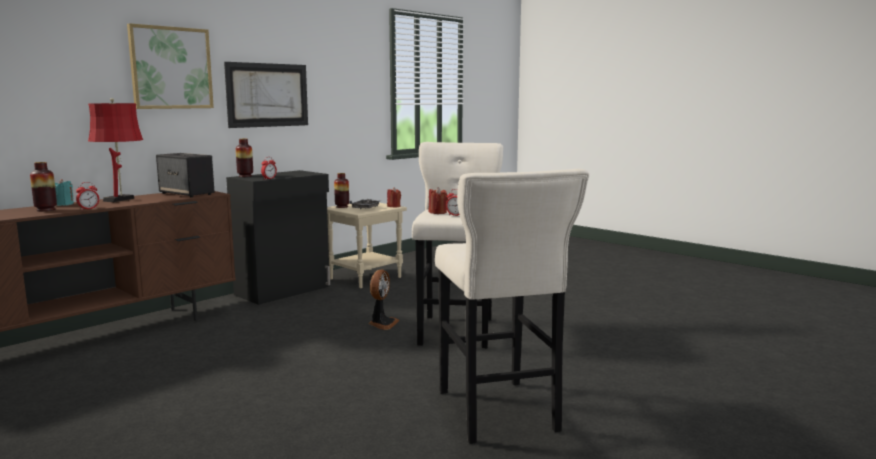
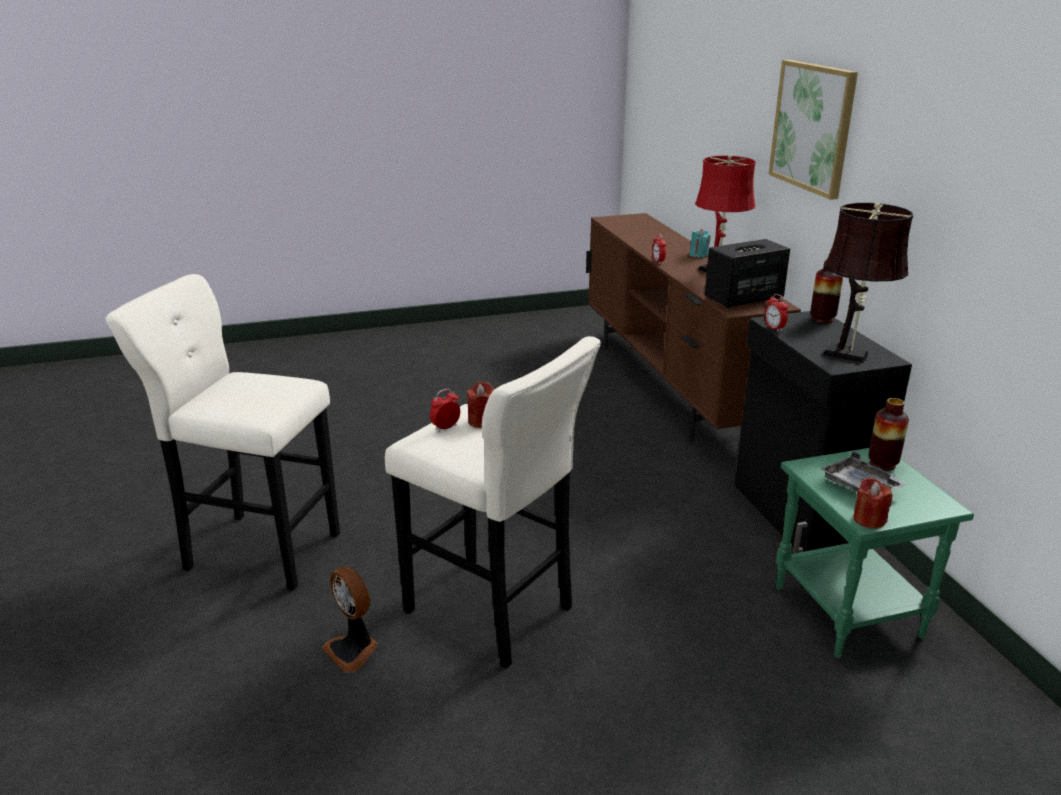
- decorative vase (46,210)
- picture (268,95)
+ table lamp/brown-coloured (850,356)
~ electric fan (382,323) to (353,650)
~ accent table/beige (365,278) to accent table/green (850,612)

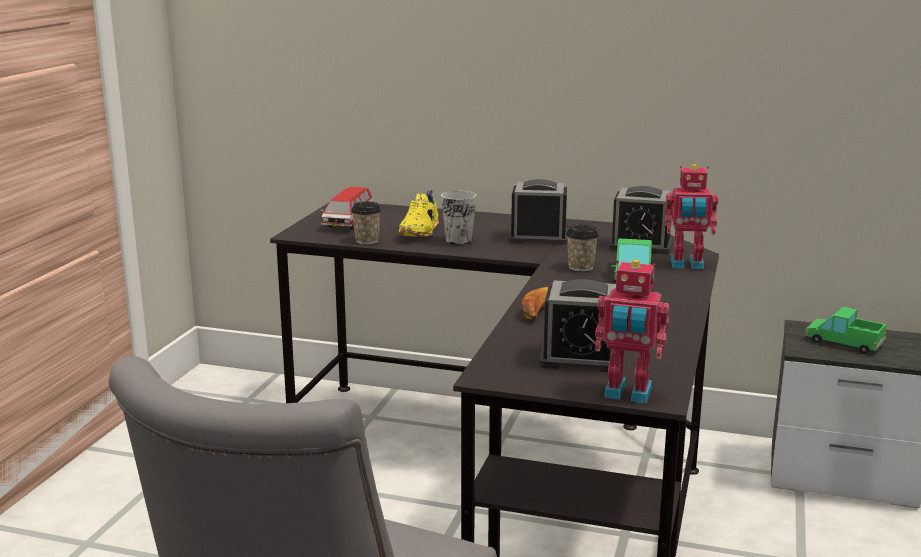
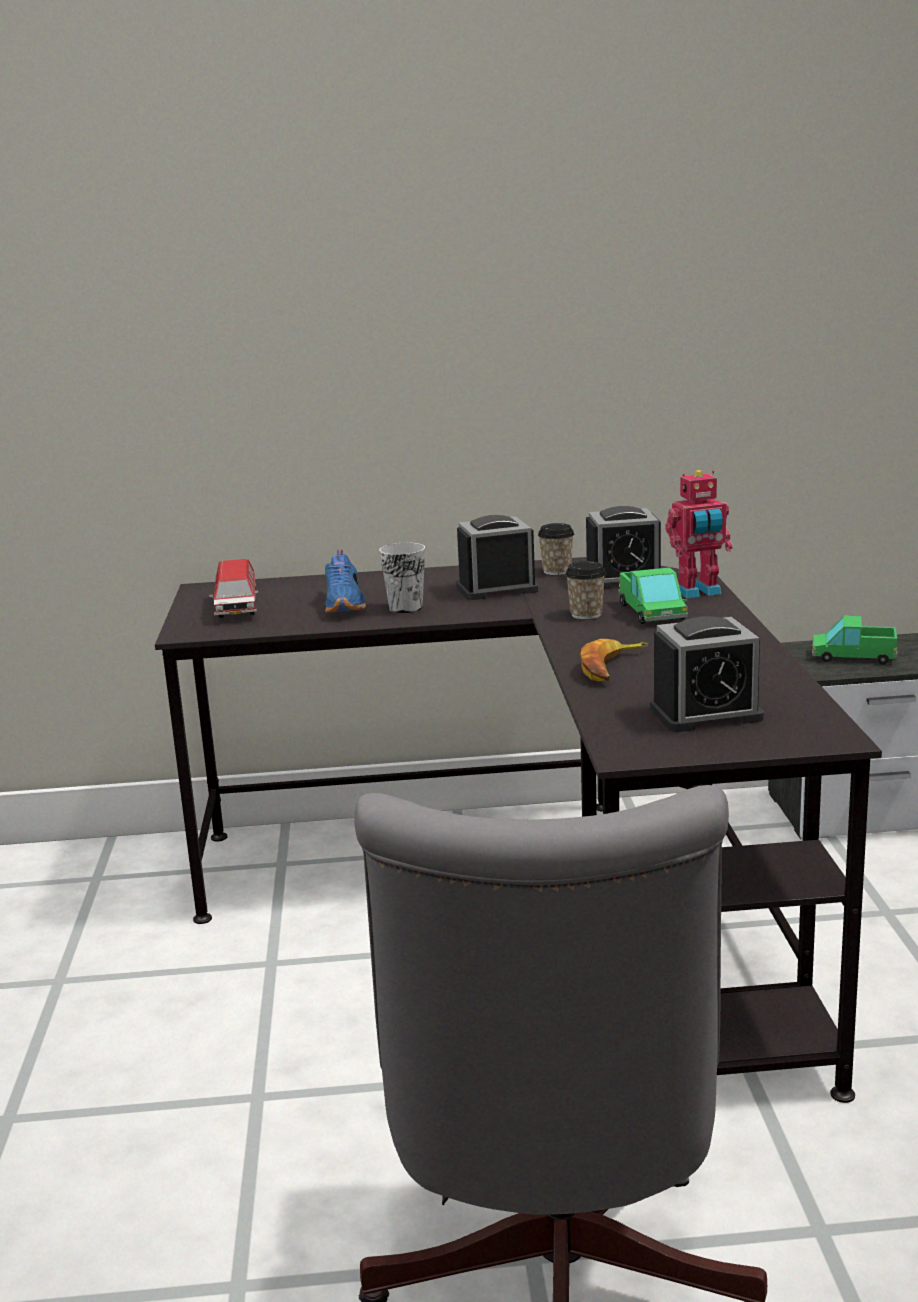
- robot figure (627,394)
~ small cup (367,241) to (557,571)
~ low shoe/yellow-coloured (421,232) to low shoe/blue-coloured (345,605)

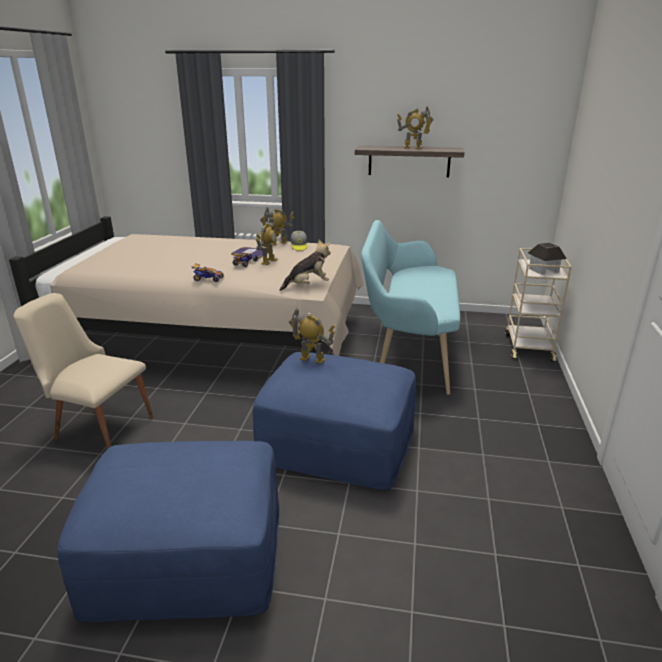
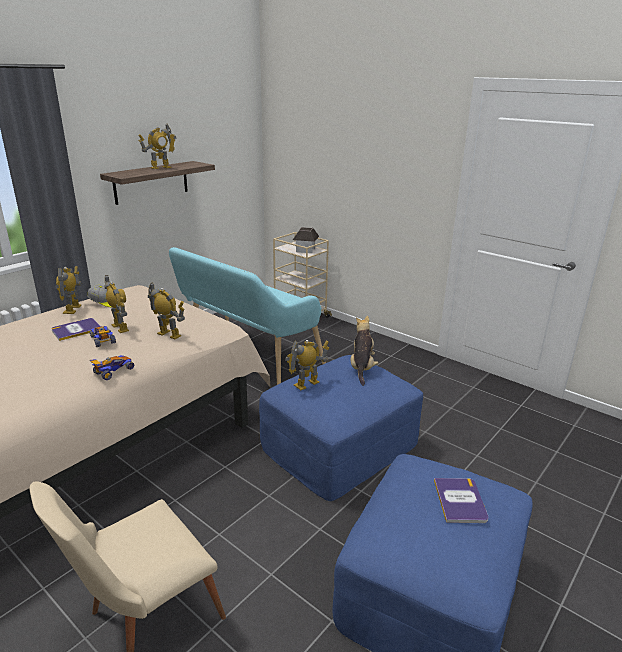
+ robot figure (169,334)
+ book (460,501)
~ plush toy (308,285) to (362,368)

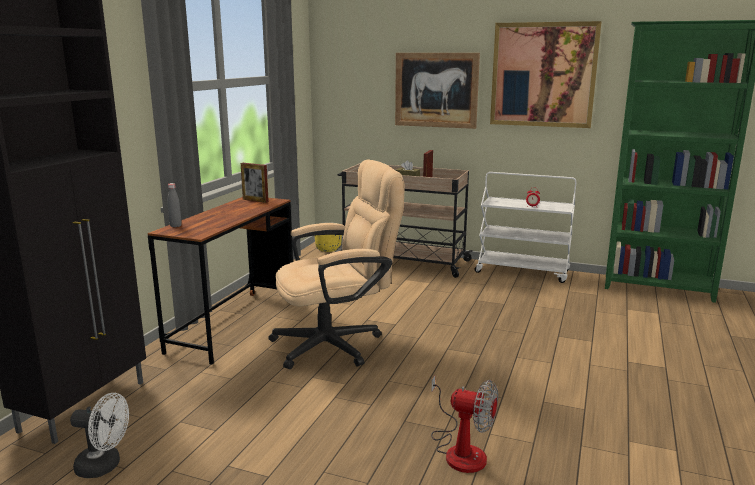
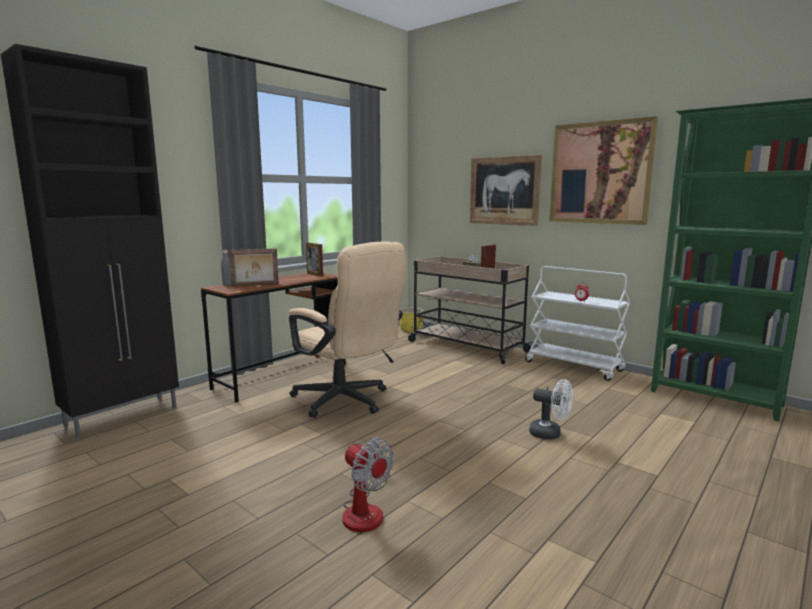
+ picture frame (255,285)
~ electric fan/whitish (104,466) to (550,434)
~ computer chair/beige (337,344) = (347,402) 45 degrees clockwise

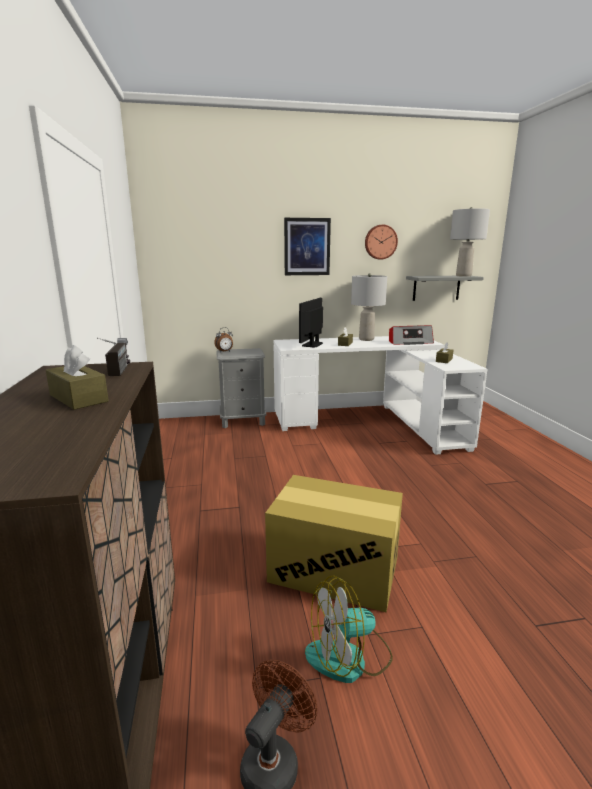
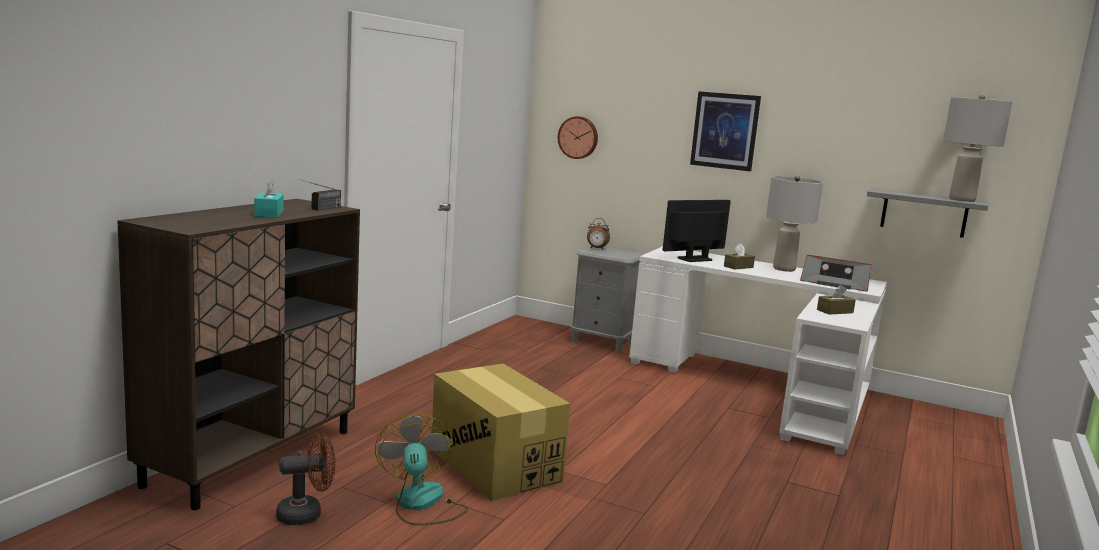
~ clock on the wall (380,242) to (578,137)
~ tissue box/brown-coloured (78,398) to tissue box/turquoise (269,213)
~ electric fan (349,657) = (421,504) 60 degrees clockwise

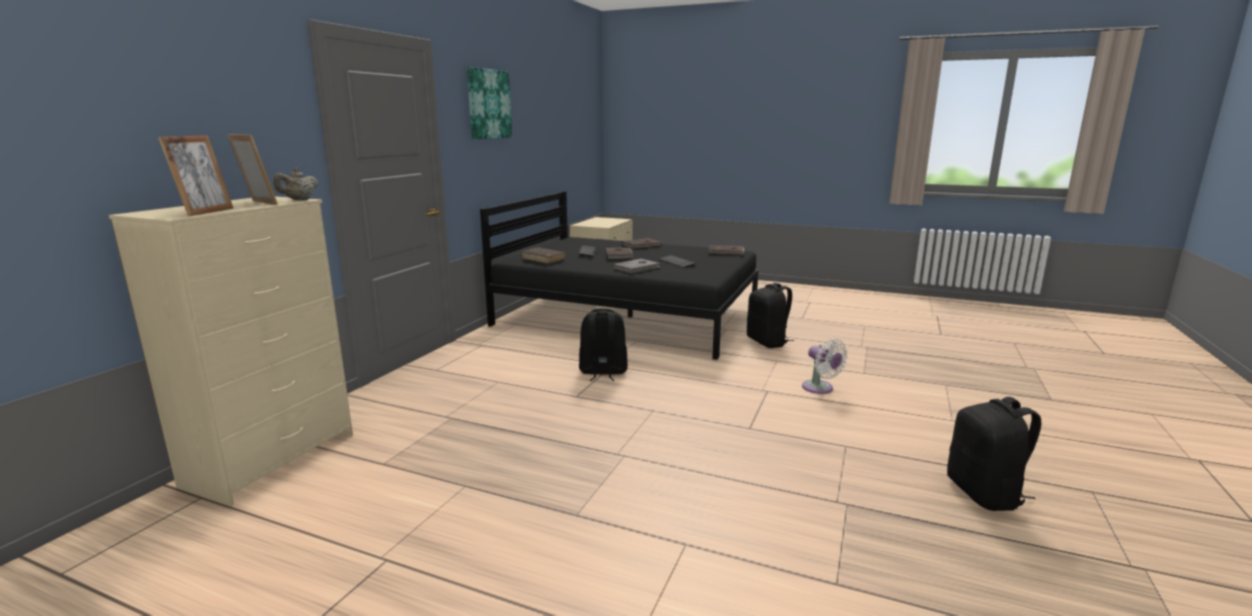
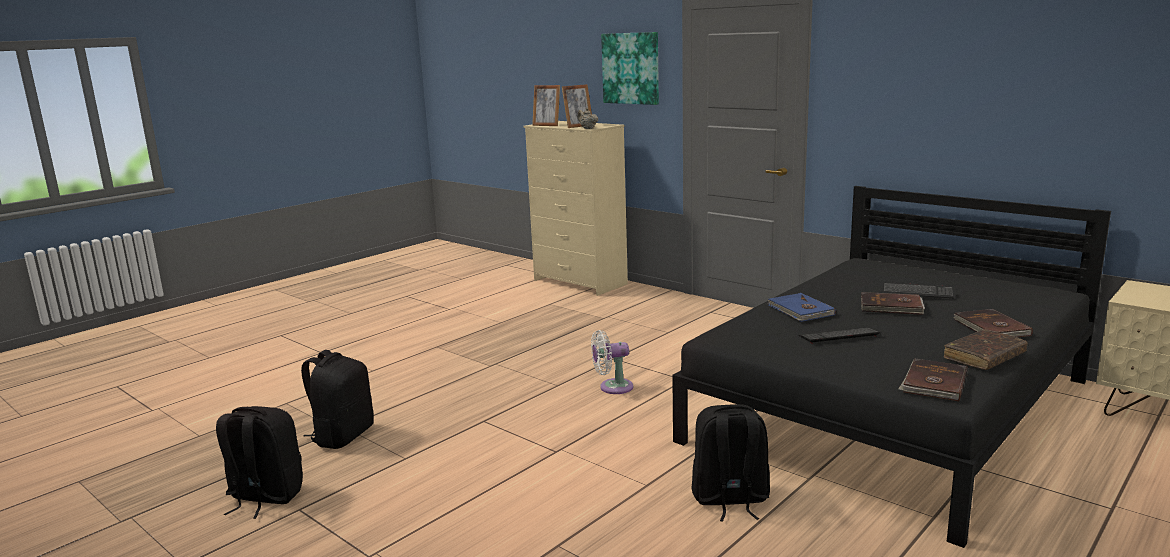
~ picture (488,104) to (631,68)
~ book/brown-coloured (543,260) to (984,357)
~ rucksack/blackish (602,372) to (342,436)
~ electric fan/whitish (820,389) to (612,387)
~ book/grey (637,268) to book/blue-coloured (800,310)

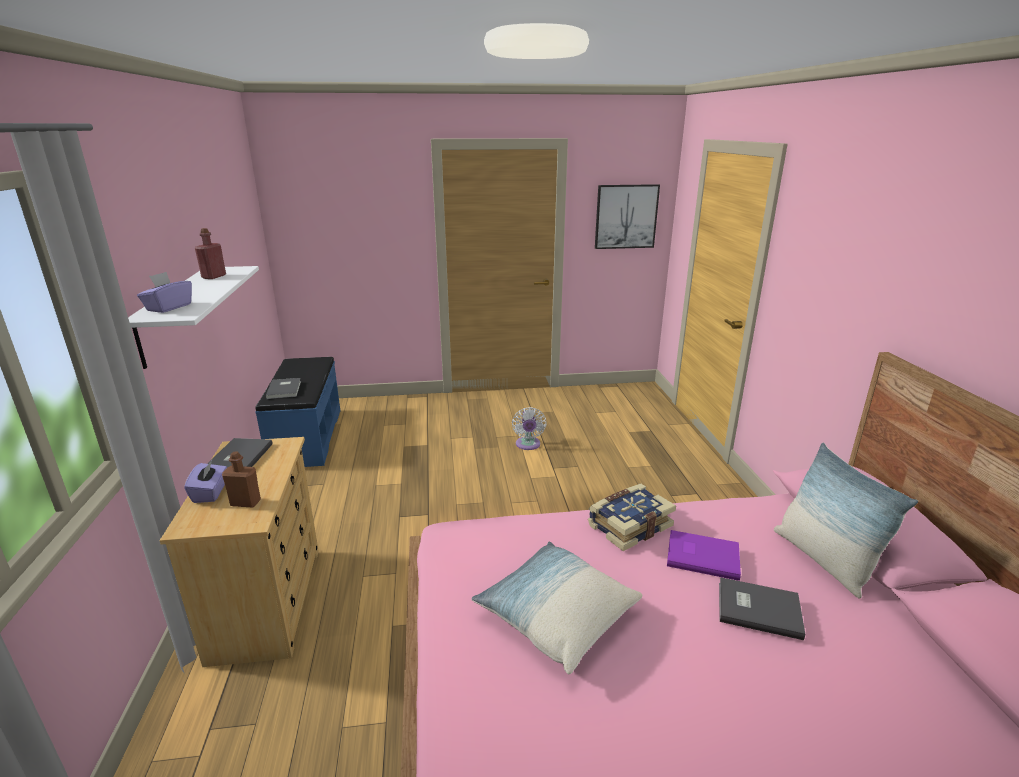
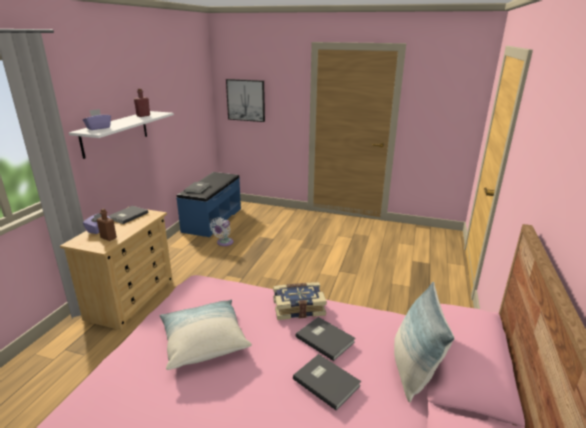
~ electric fan/whitish (528,445) to (224,243)
~ picture (626,216) to (246,100)
~ book/purple-coloured (701,555) to book/grey (325,338)

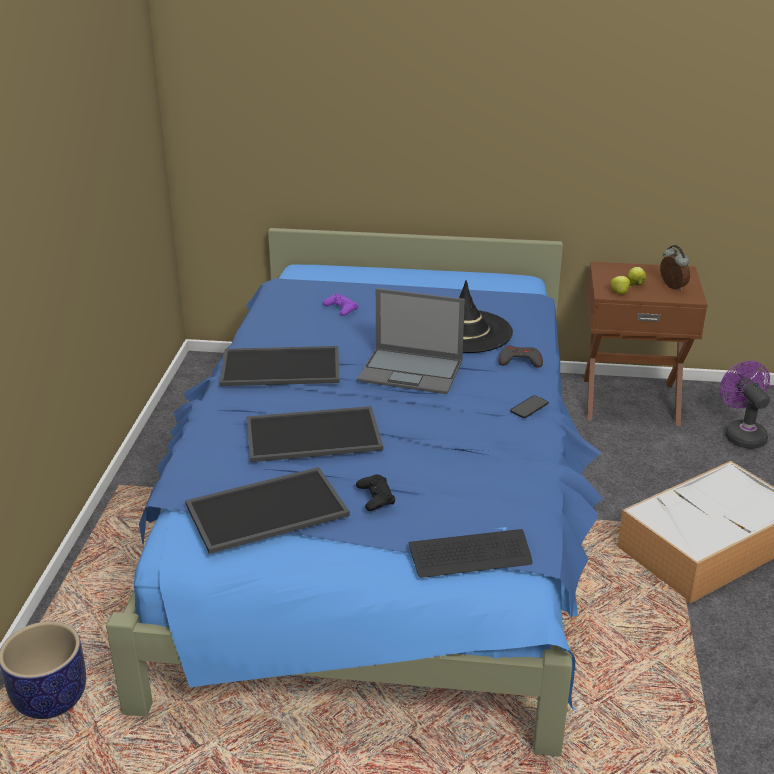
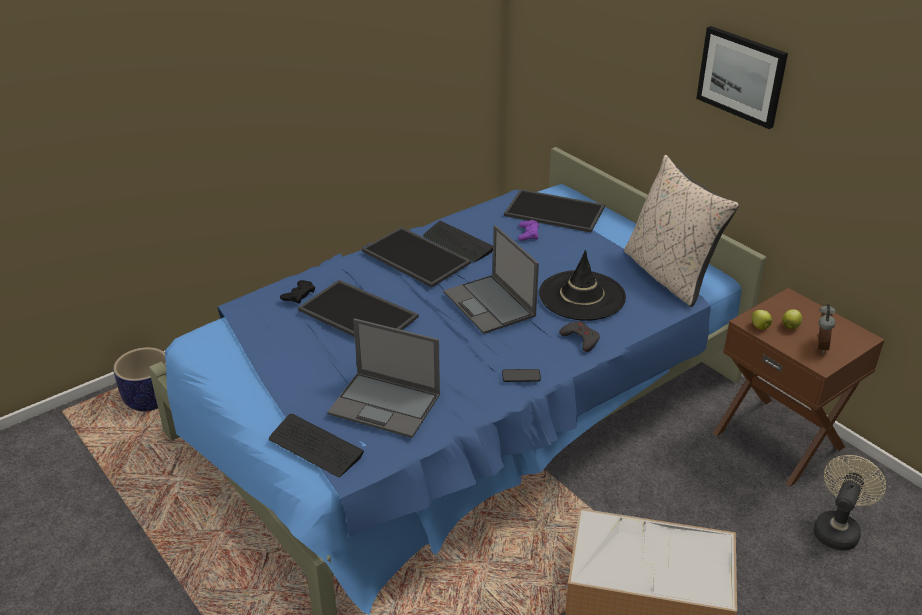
+ notebook computer (386,404)
+ PC keyboard (458,243)
+ cushion/beige (669,275)
+ picture (741,76)
~ serving tray (267,508) to (556,211)
~ joypad/blackish (375,497) to (298,295)
~ electric fan/purple-coloured (741,434) to electric fan/beige (837,528)

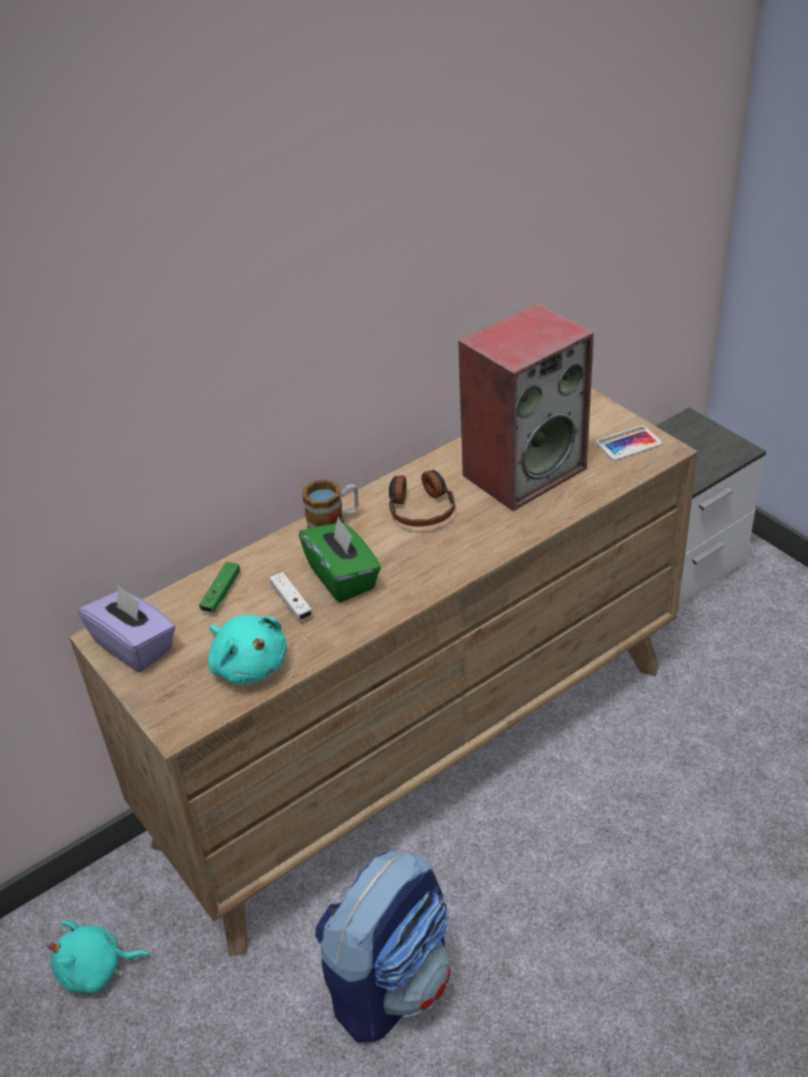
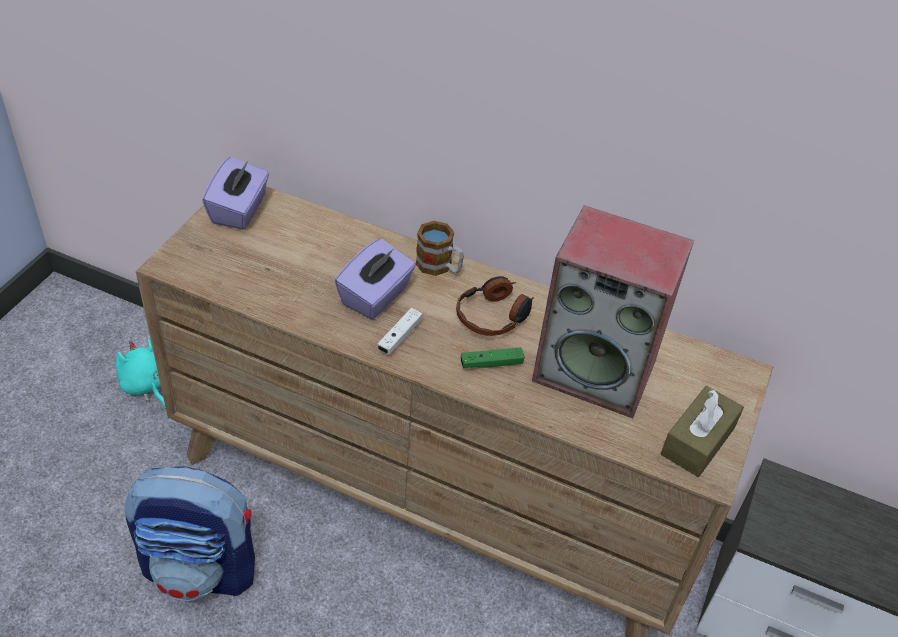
- plush toy/turquoise (248,664)
~ joypad/green (221,593) to (491,363)
~ joypad/whitish (291,602) to (400,336)
~ handset (628,443) to tissue box/brown-coloured (698,441)
~ tissue box/green (343,577) to tissue box/purple-coloured (376,296)

